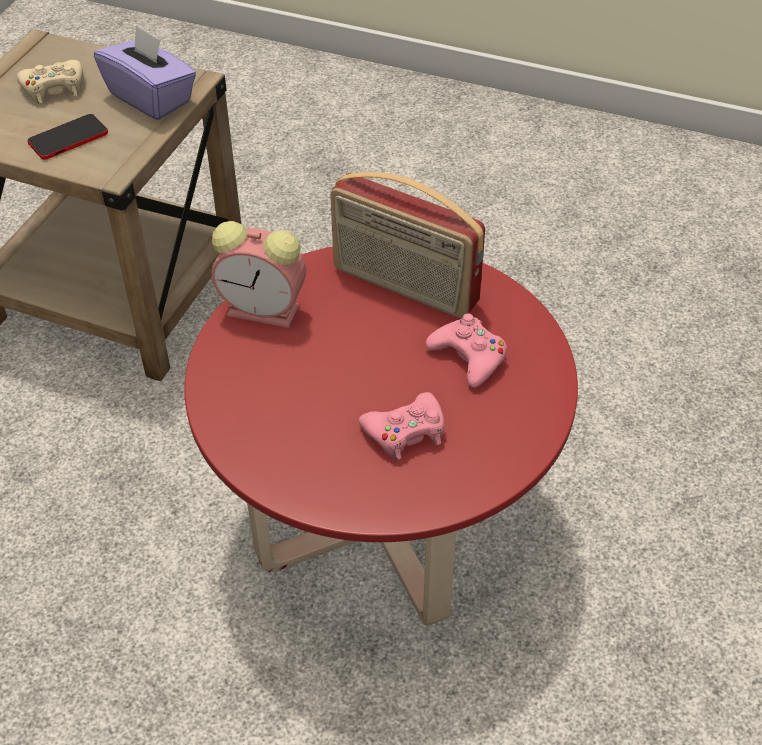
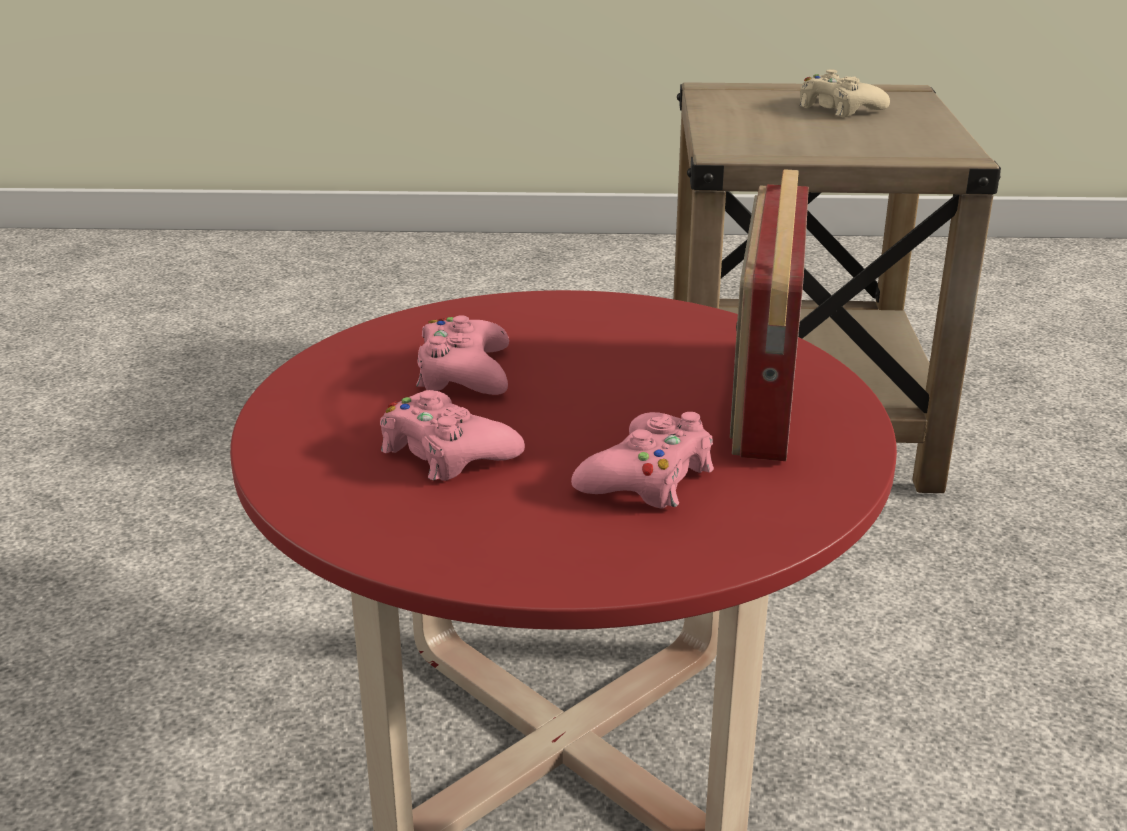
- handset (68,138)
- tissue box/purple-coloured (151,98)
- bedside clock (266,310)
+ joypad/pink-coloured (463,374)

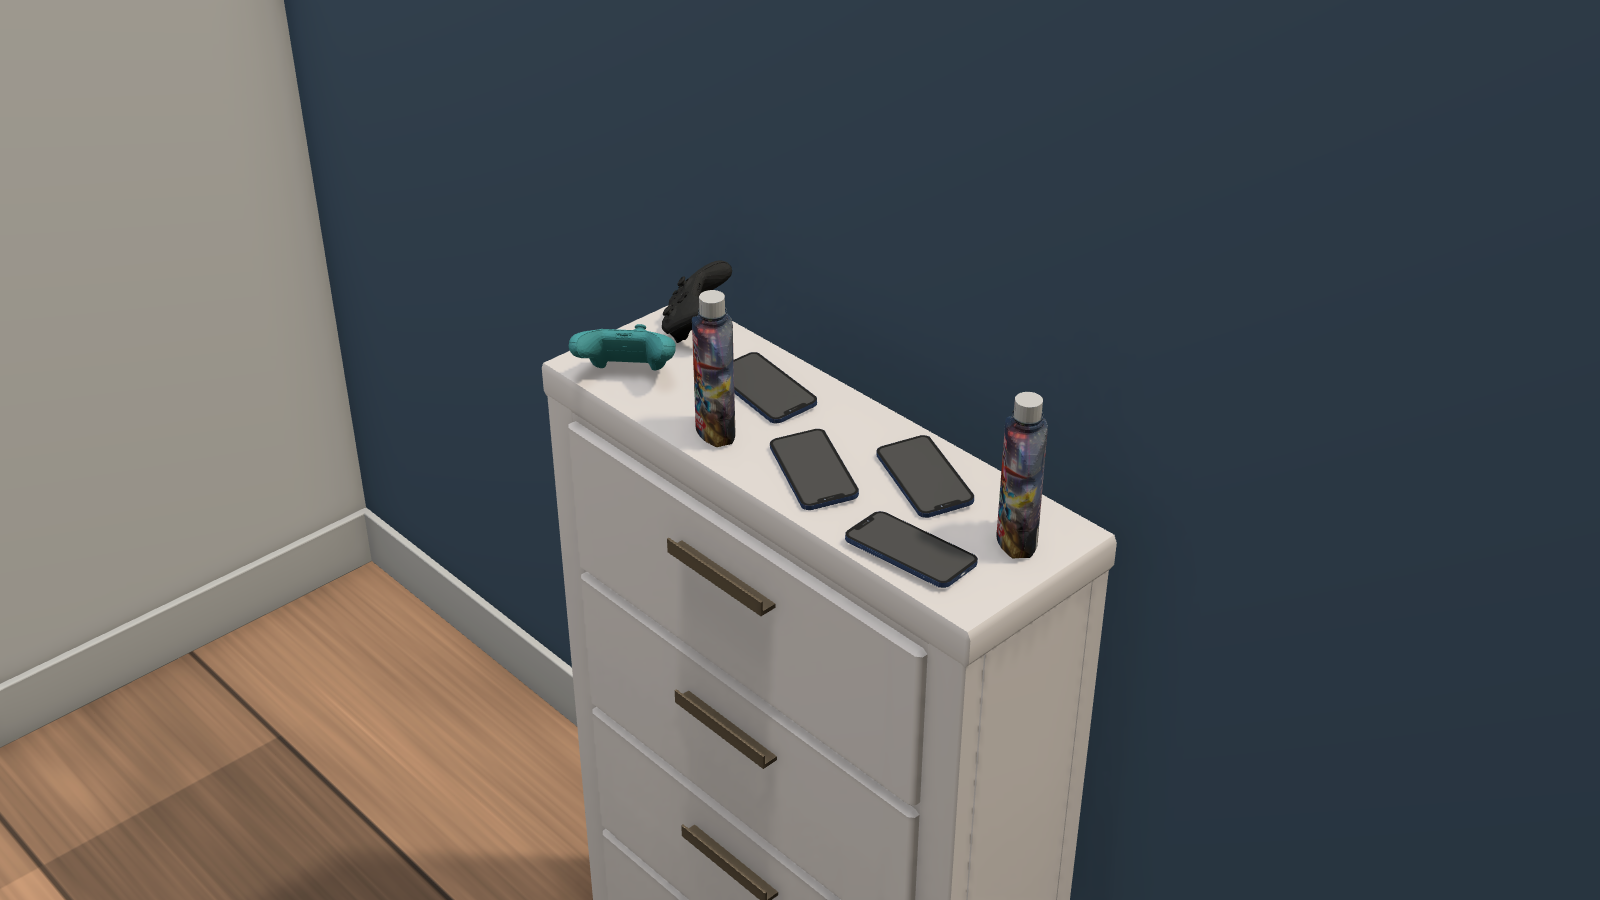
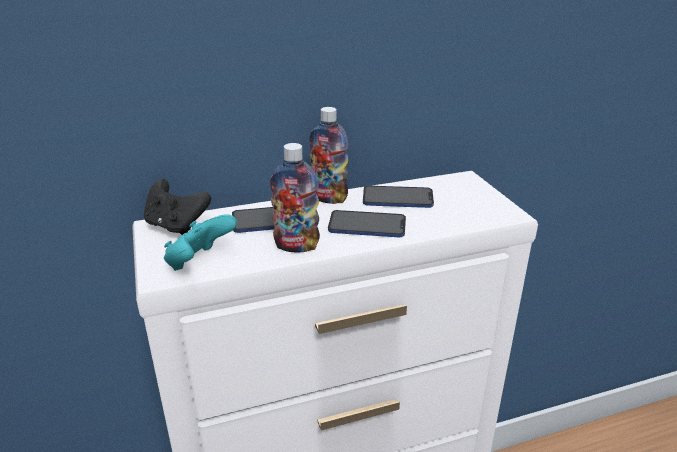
- handset (910,553)
~ beverage bottle (1016,540) to (329,198)

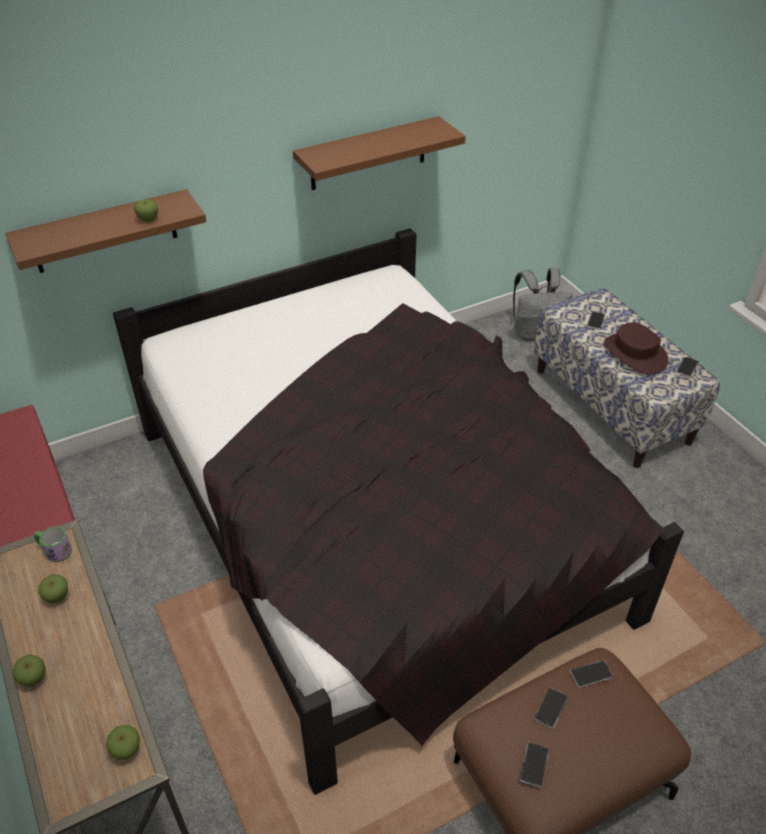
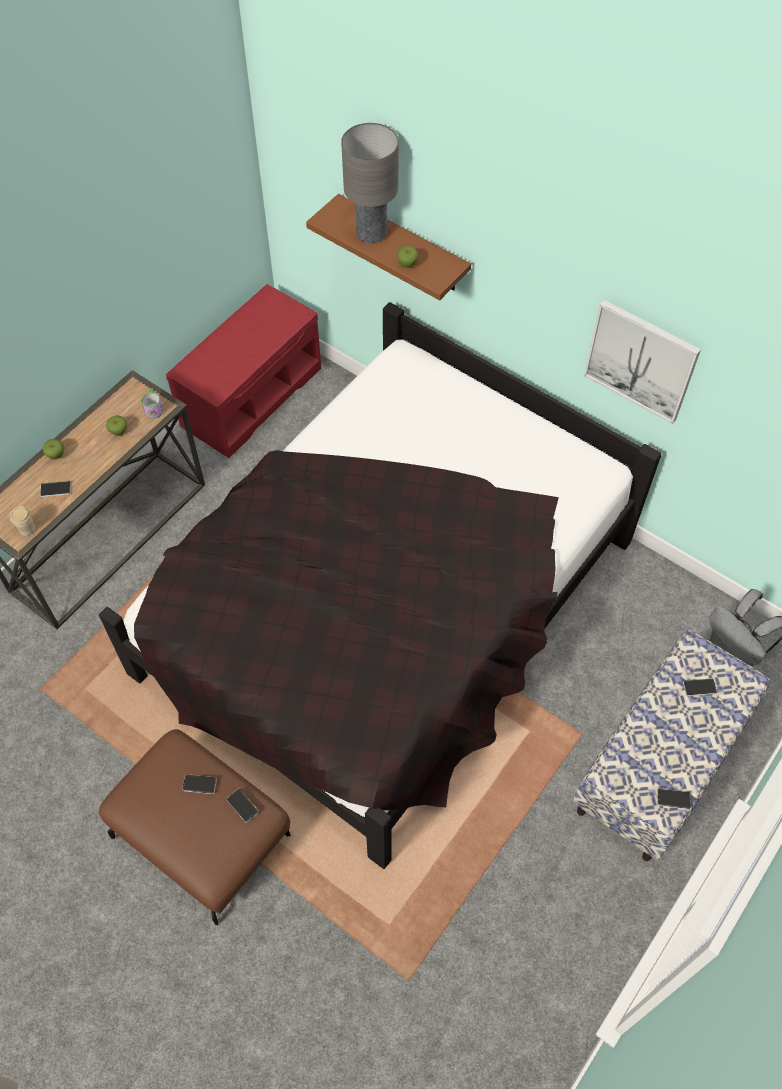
- wearable hat/brown-coloured (634,353)
+ table lamp/grey (371,234)
~ handset (534,765) to (56,489)
~ whole apple (127,750) to small cup (27,529)
~ bracket shelf/brown-coloured (368,154) to picture (641,360)

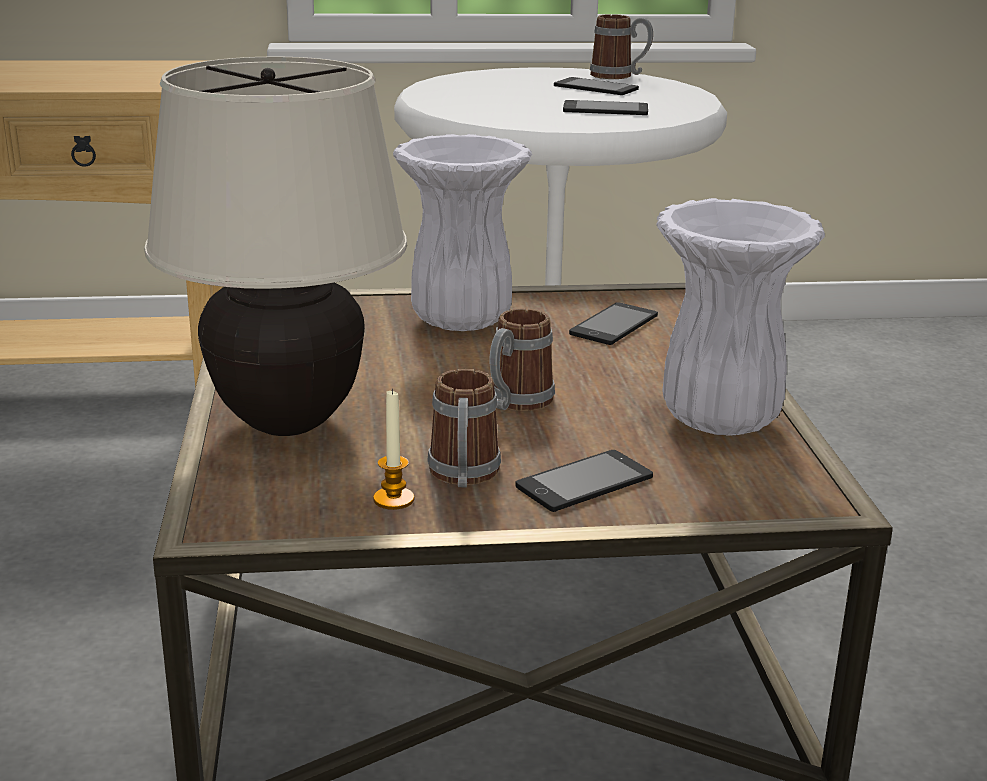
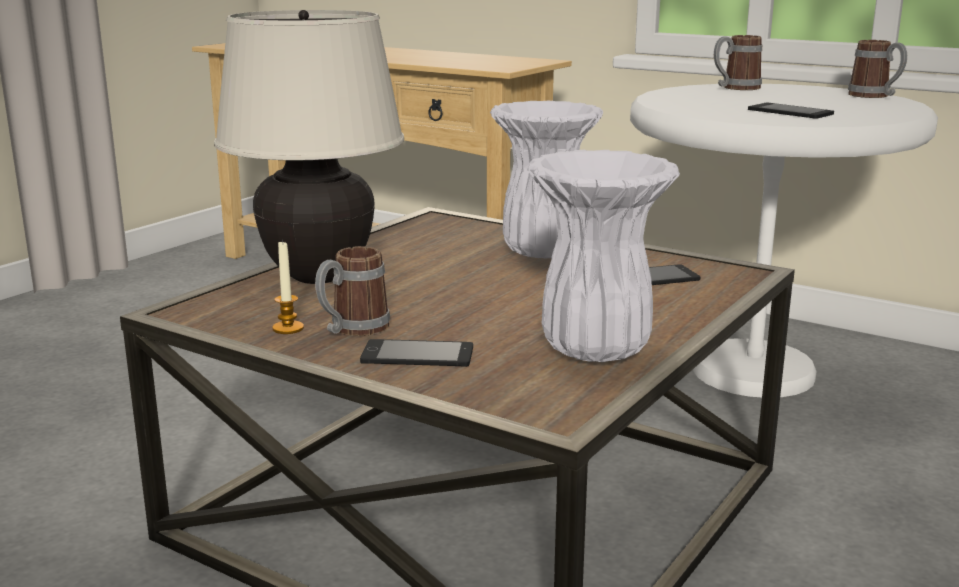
- handset (596,88)
~ tea mug (515,403) to (735,88)

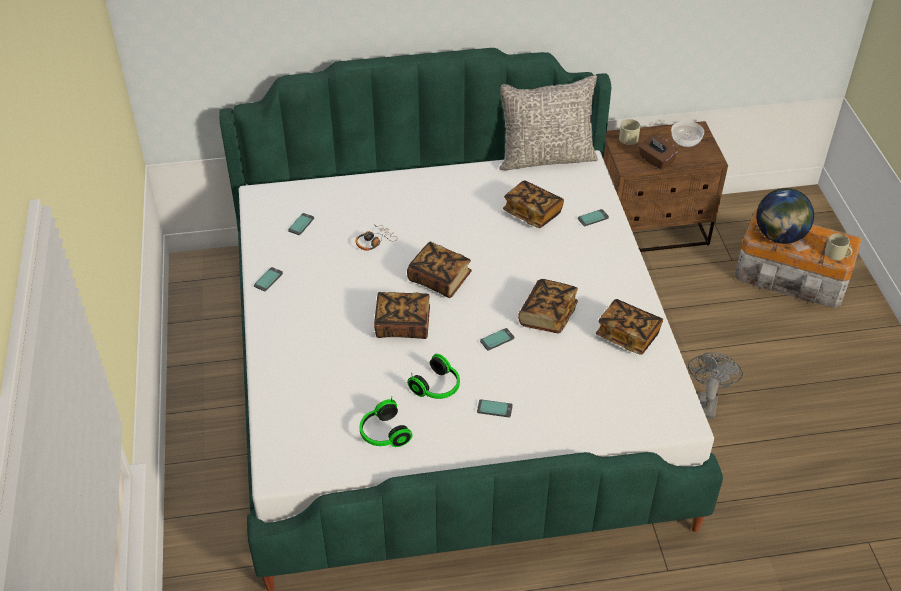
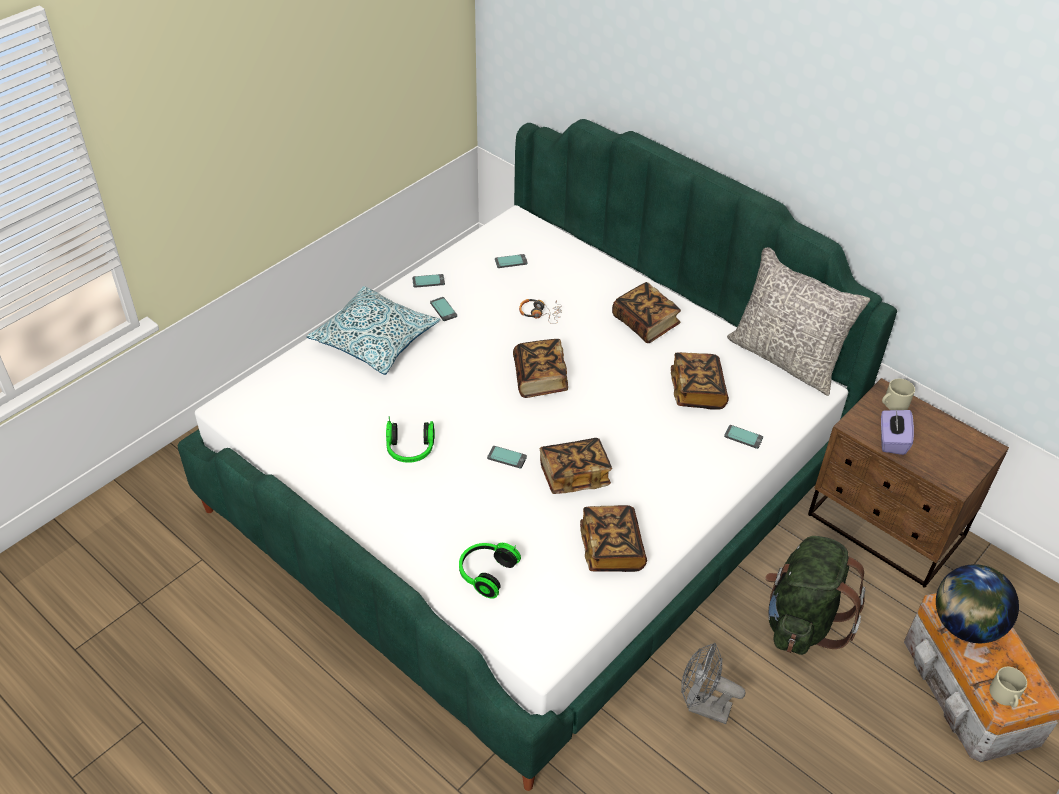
- serving bowl (686,140)
+ cushion (375,340)
+ rucksack/green (801,621)
~ headphones (383,434) to (485,573)
~ book (403,325) to (645,323)
~ handset (494,409) to (443,309)
~ tissue box/brown-coloured (655,160) to tissue box/purple-coloured (892,440)
~ electric fan/grey (707,402) = (702,706) 135 degrees counterclockwise

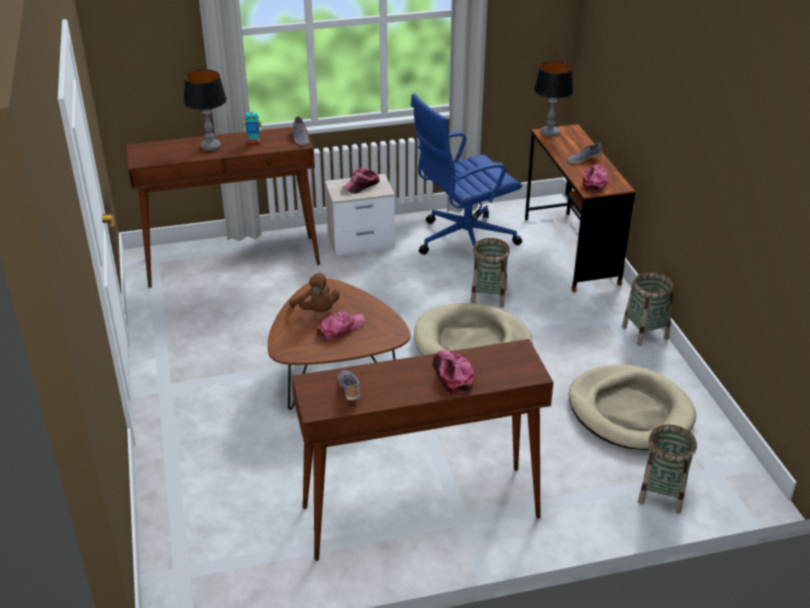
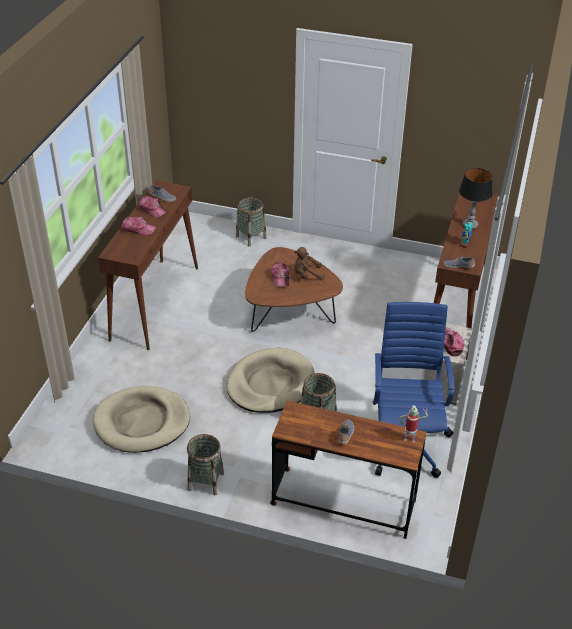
~ baseball cap (594,182) to (152,209)
~ household basket (661,494) to (251,237)
~ table lamp (550,133) to robot figure (409,439)

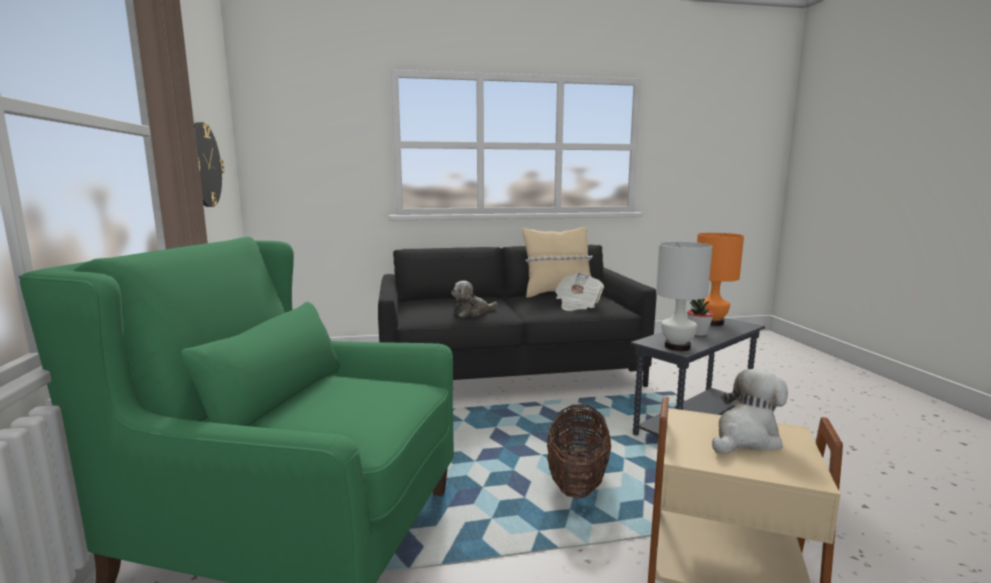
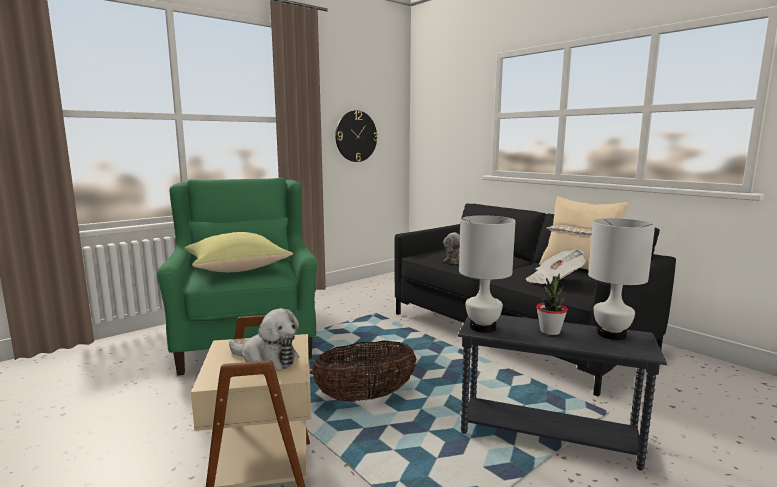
+ cushion/yellow-coloured (238,269)
~ table lamp/orange-coloured (712,323) to table lamp/whitish (610,334)

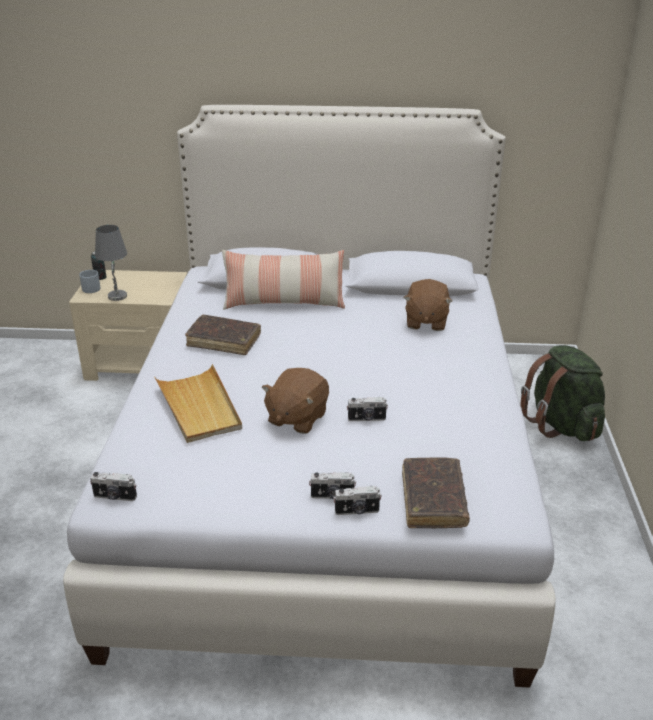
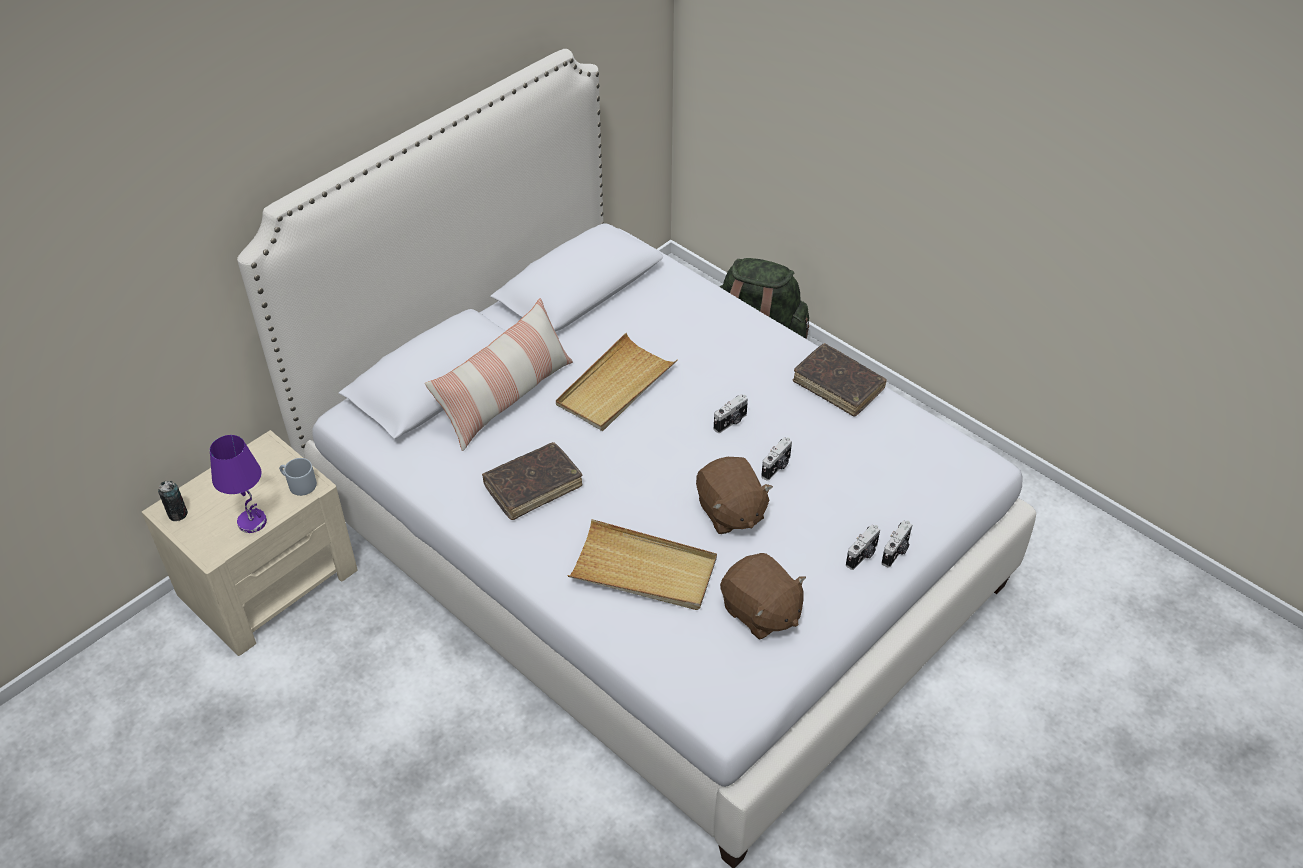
+ serving tray/beige (615,386)
~ tea mug/grey (90,288) to (298,484)
~ still camera (114,497) to (731,422)
~ book/brown-coloured (433,500) to (838,386)
~ plush toy/brown-coloured (425,321) to (760,612)
~ table lamp/grey (117,296) to table lamp/purple-coloured (253,522)

